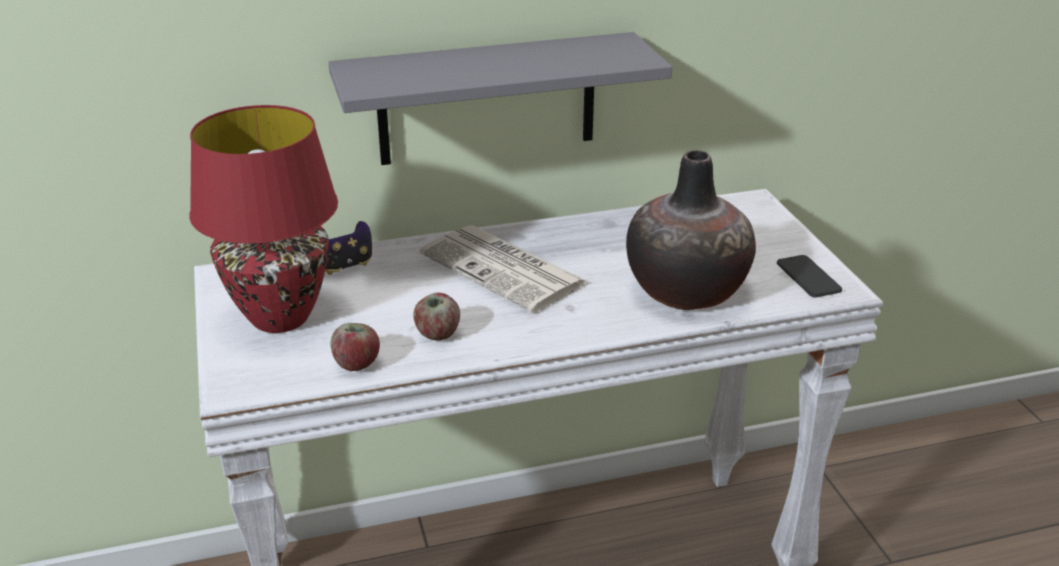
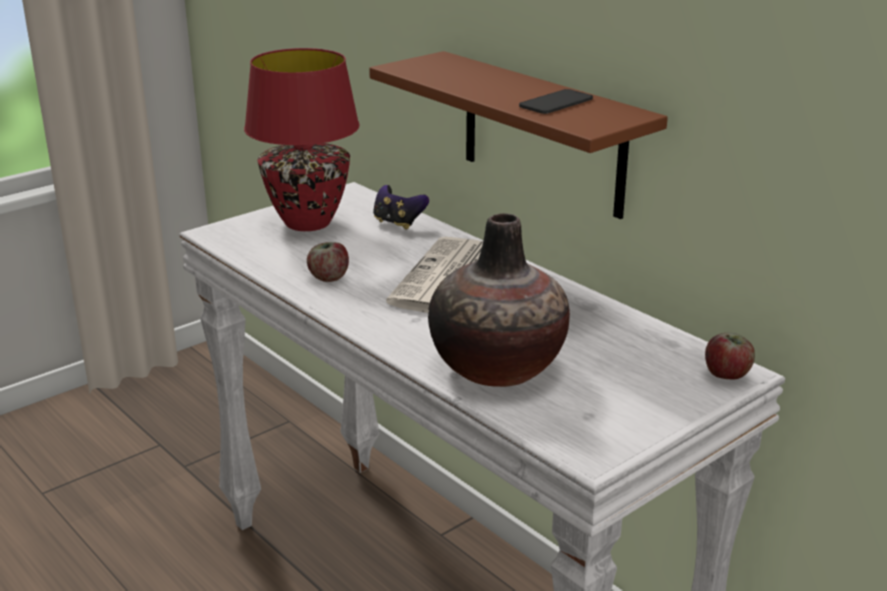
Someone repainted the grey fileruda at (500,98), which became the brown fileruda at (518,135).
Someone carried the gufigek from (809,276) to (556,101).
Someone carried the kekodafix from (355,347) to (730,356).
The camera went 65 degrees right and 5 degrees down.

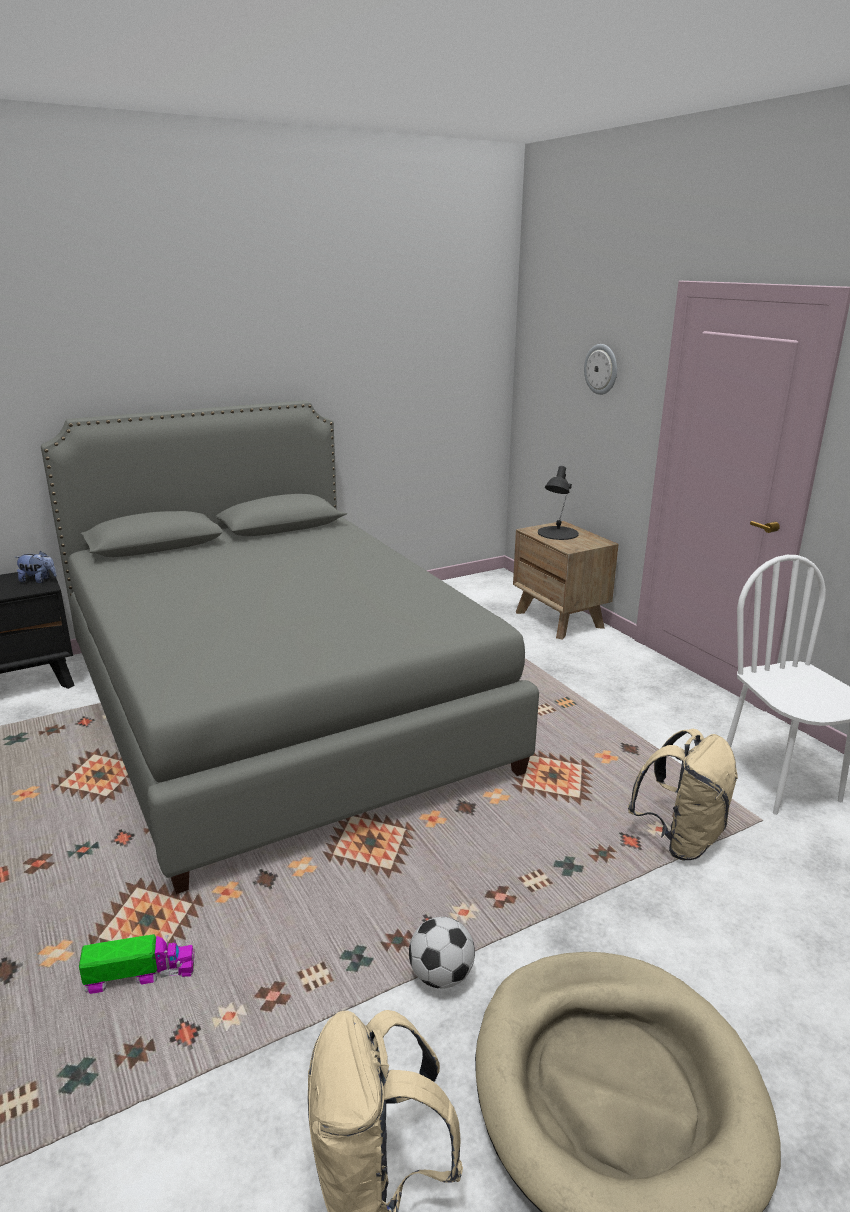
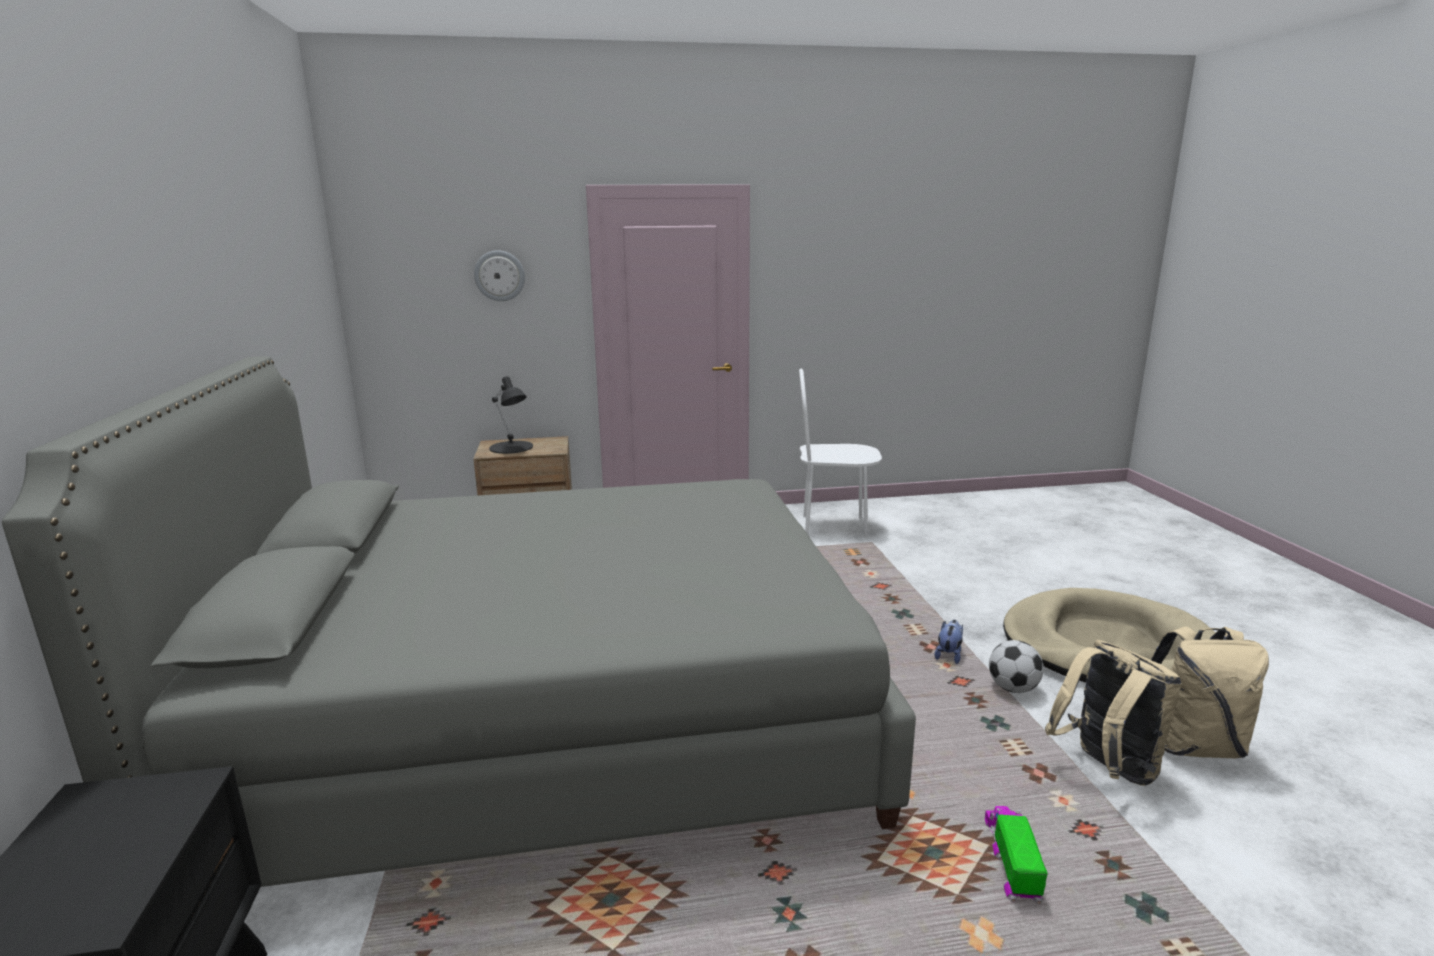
Someone carried the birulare from (36,567) to (949,642).
Someone carried the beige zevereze from (683,794) to (1113,713).
The camera went 70 degrees left and 5 degrees down.

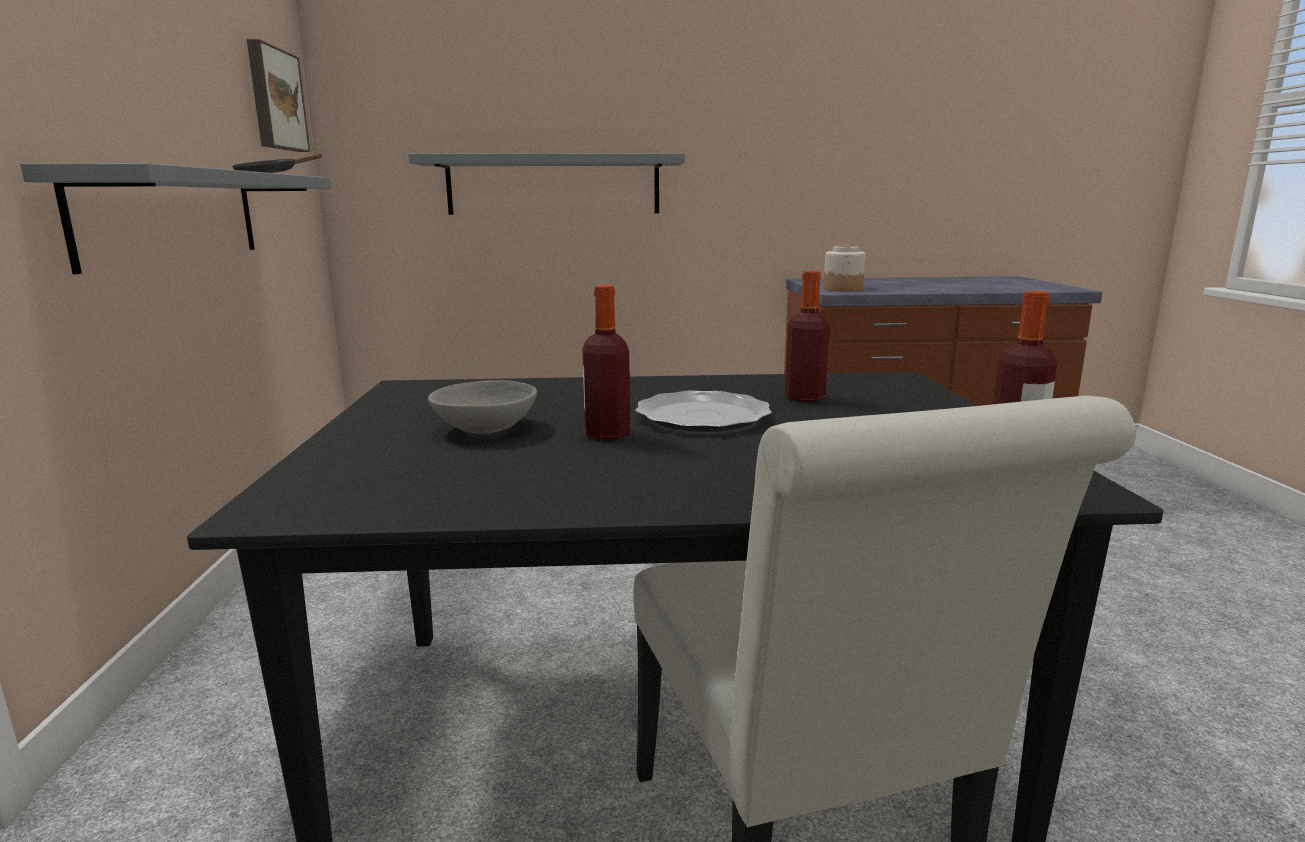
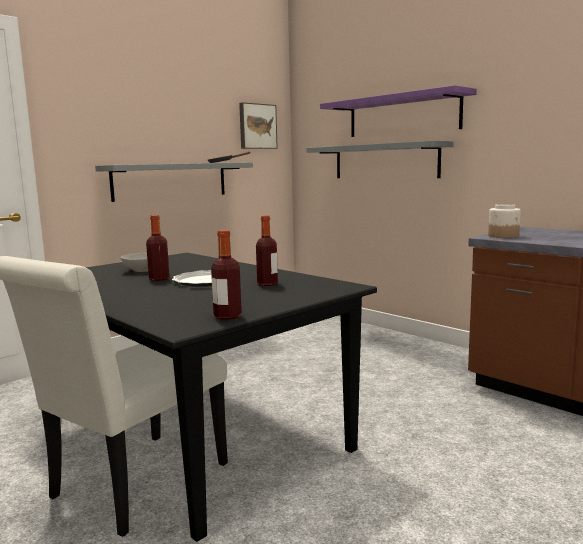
Someone put up the purple fileruda at (398,111).
The camera went 50 degrees right and 5 degrees down.

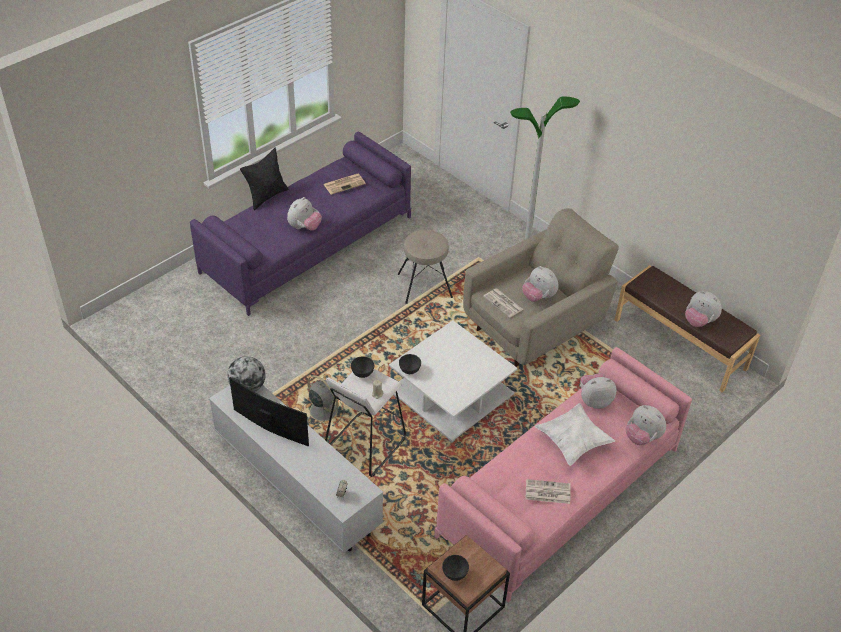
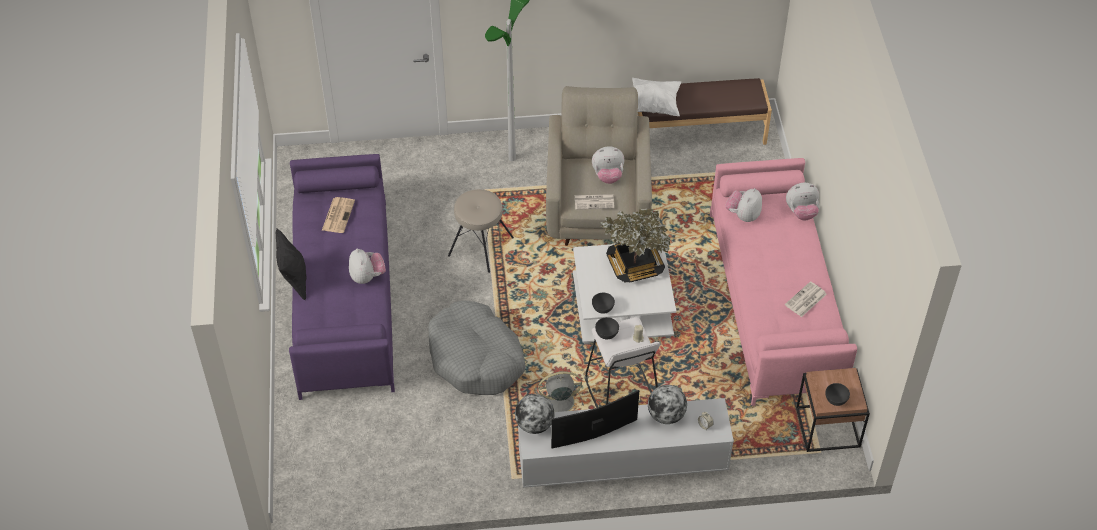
Someone put down the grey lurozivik at (477,347).
Someone put down the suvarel at (635,245).
Someone carried the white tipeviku from (575,434) to (656,97).
Someone put down the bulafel at (667,404).
Someone took away the birulare at (703,309).
The camera went 50 degrees left and 5 degrees up.

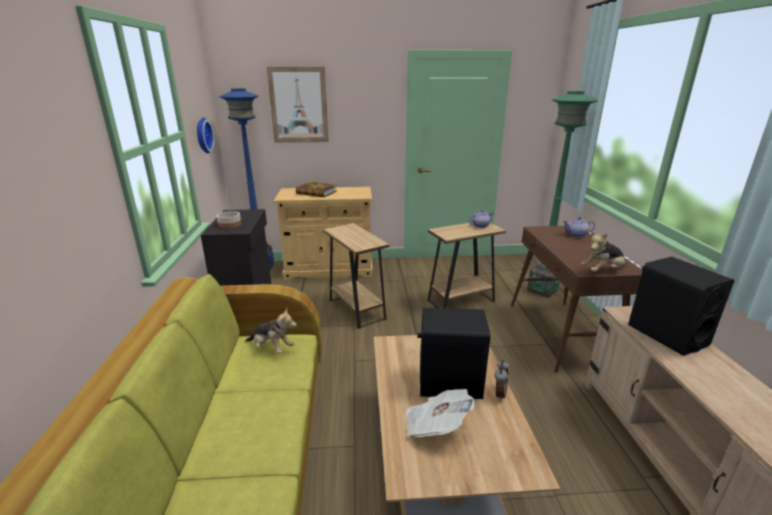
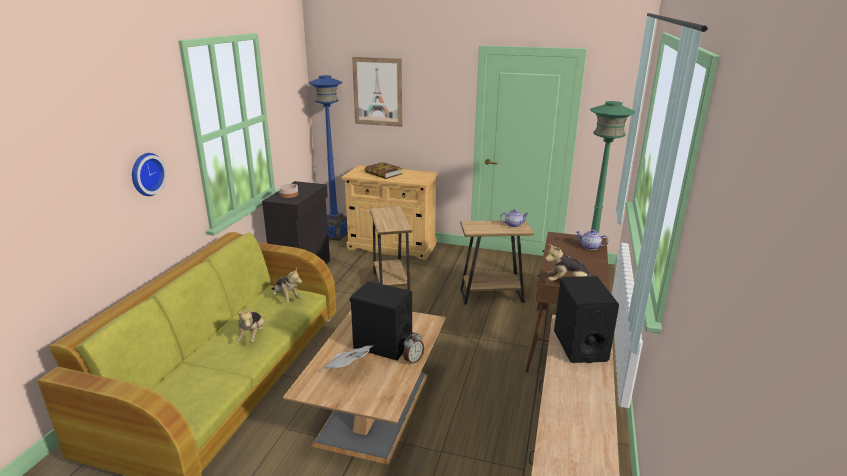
Someone carried the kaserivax from (205,135) to (149,174).
Someone put down the birulare at (250,325).
The camera went 20 degrees right and 0 degrees up.

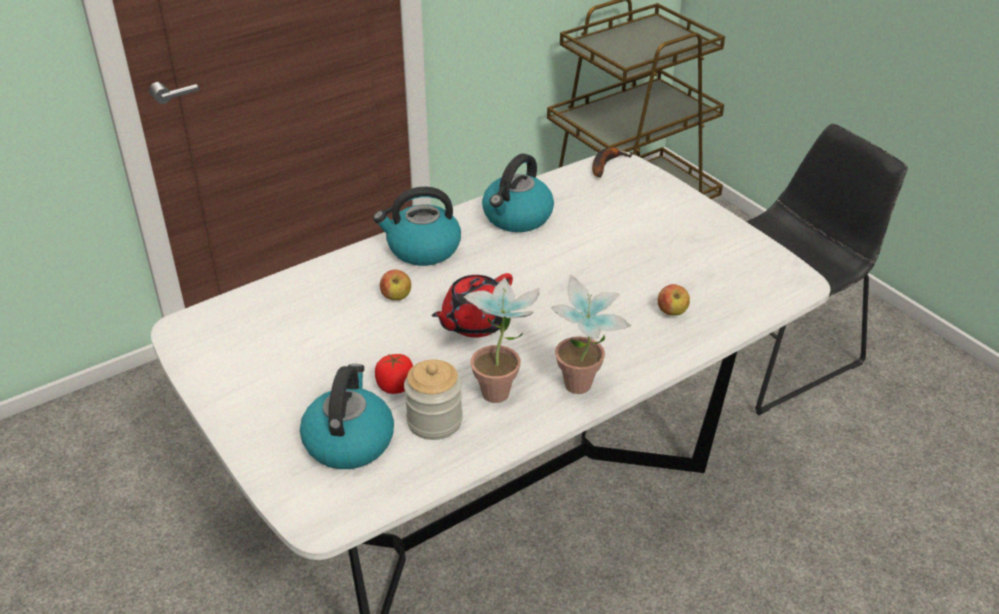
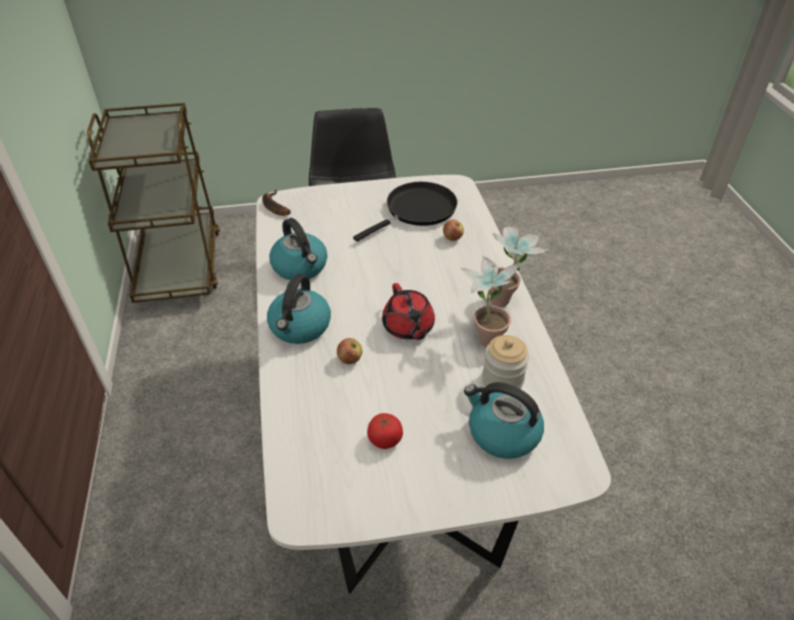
Someone put down the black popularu at (405,212).
Someone carried the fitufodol from (394,374) to (385,431).
The camera went 65 degrees left and 5 degrees up.

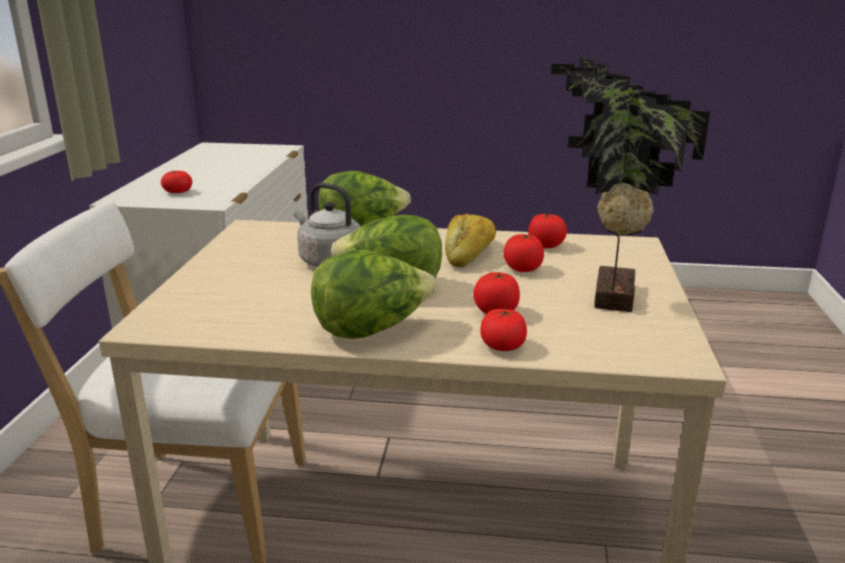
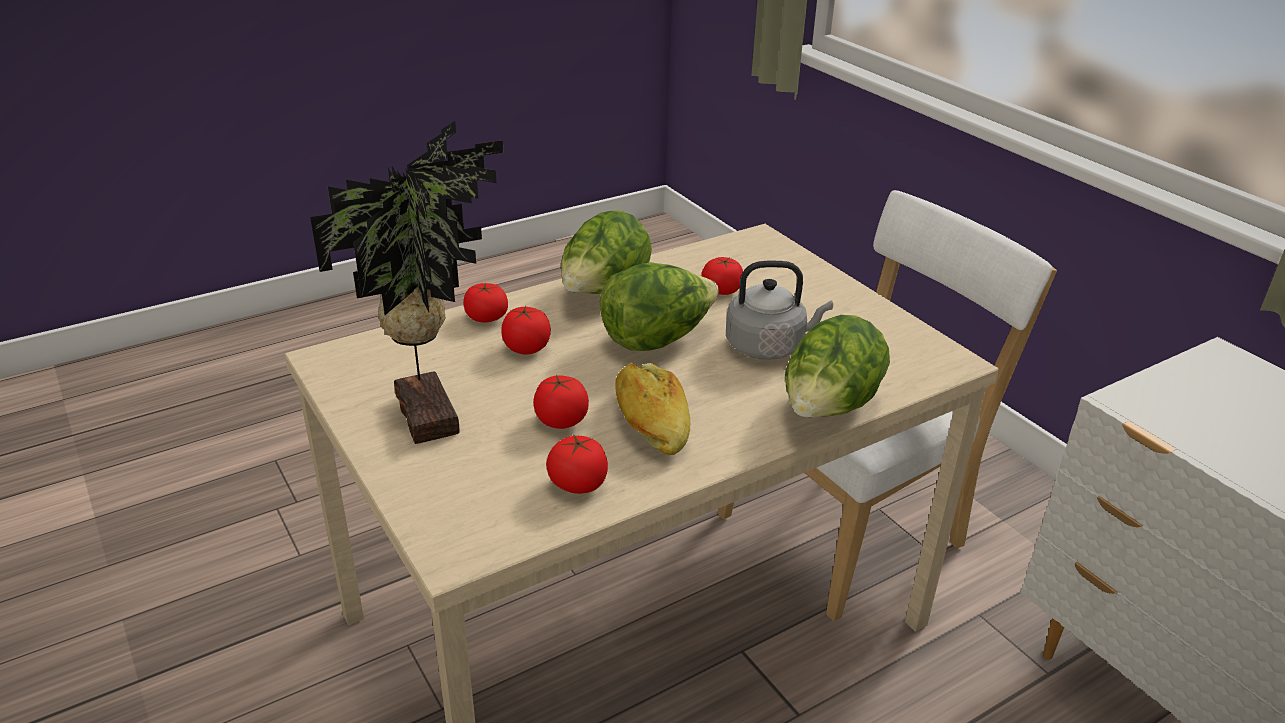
Someone carried the fitufodol from (176,181) to (722,276).
The camera went 140 degrees right and 10 degrees up.

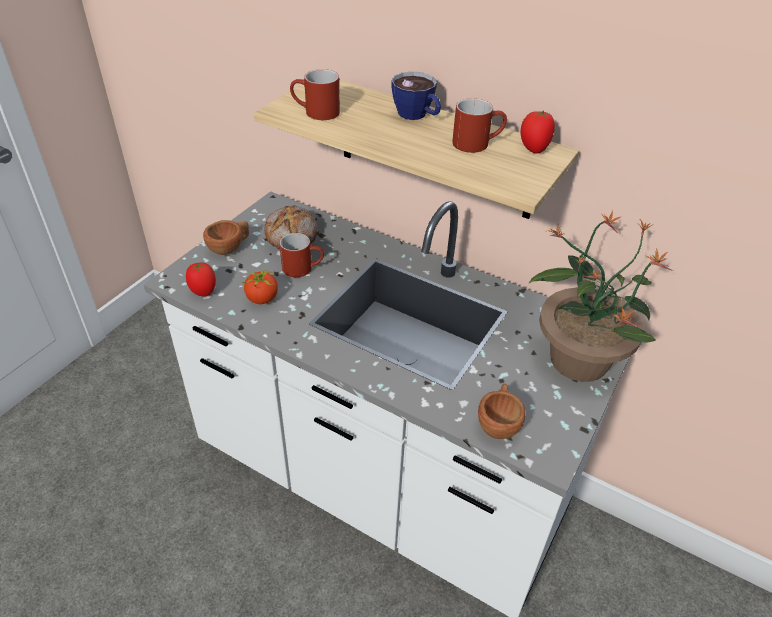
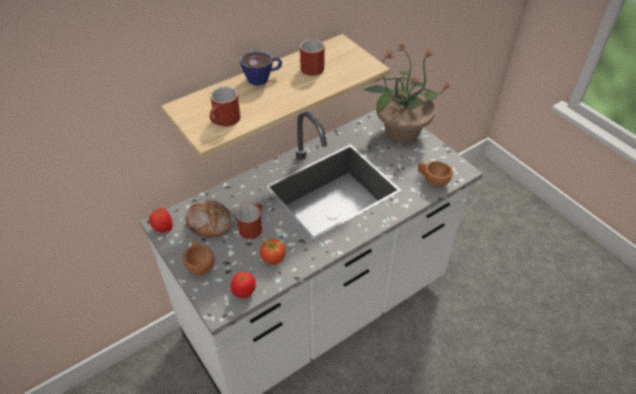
Someone carried the fitufodol from (538,132) to (160,220).
The camera went 65 degrees left and 5 degrees up.

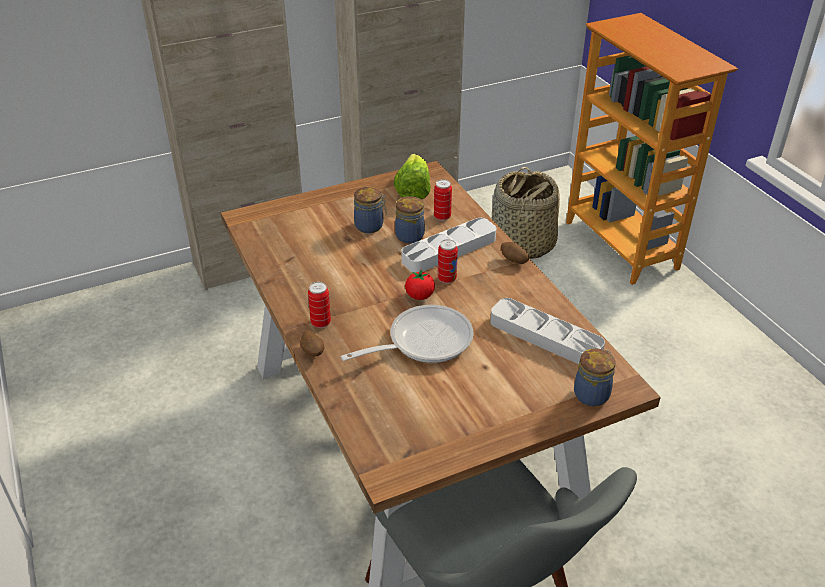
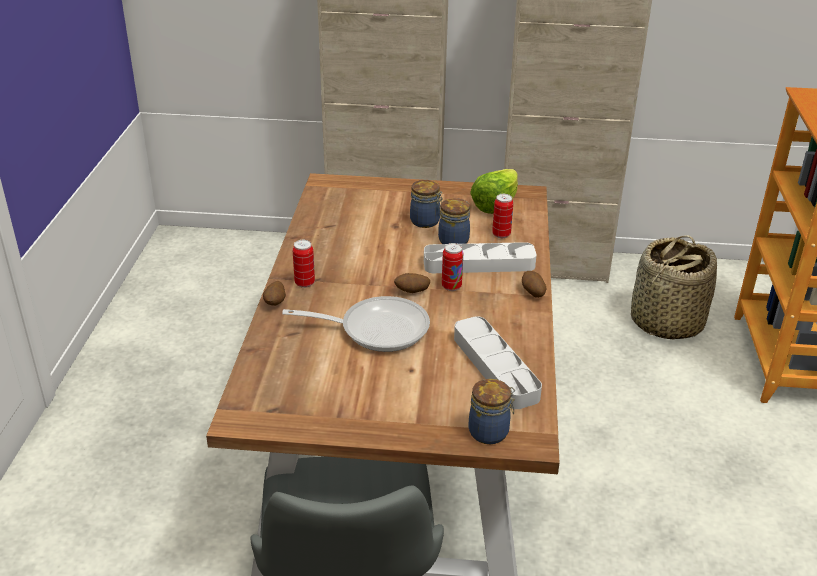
Someone swapped the fitufodol at (420,285) for the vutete at (412,283).
The camera went 30 degrees right and 5 degrees down.

